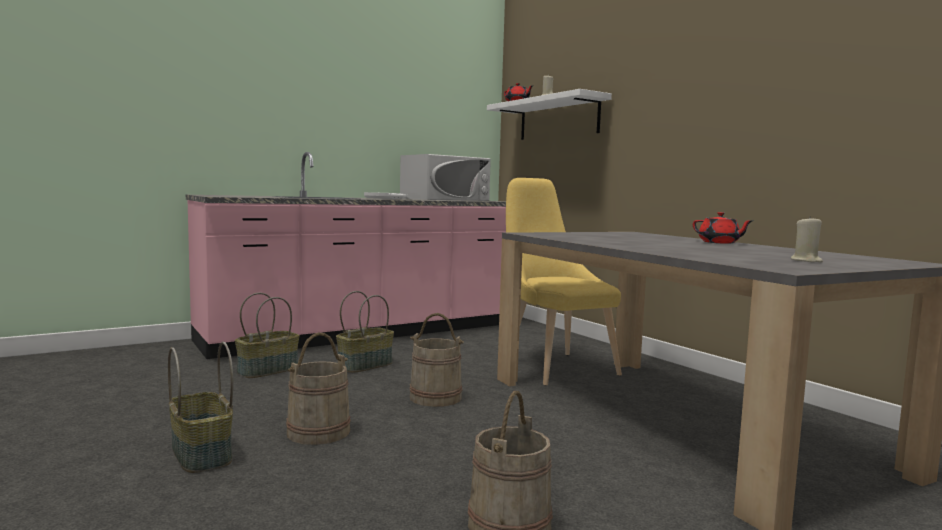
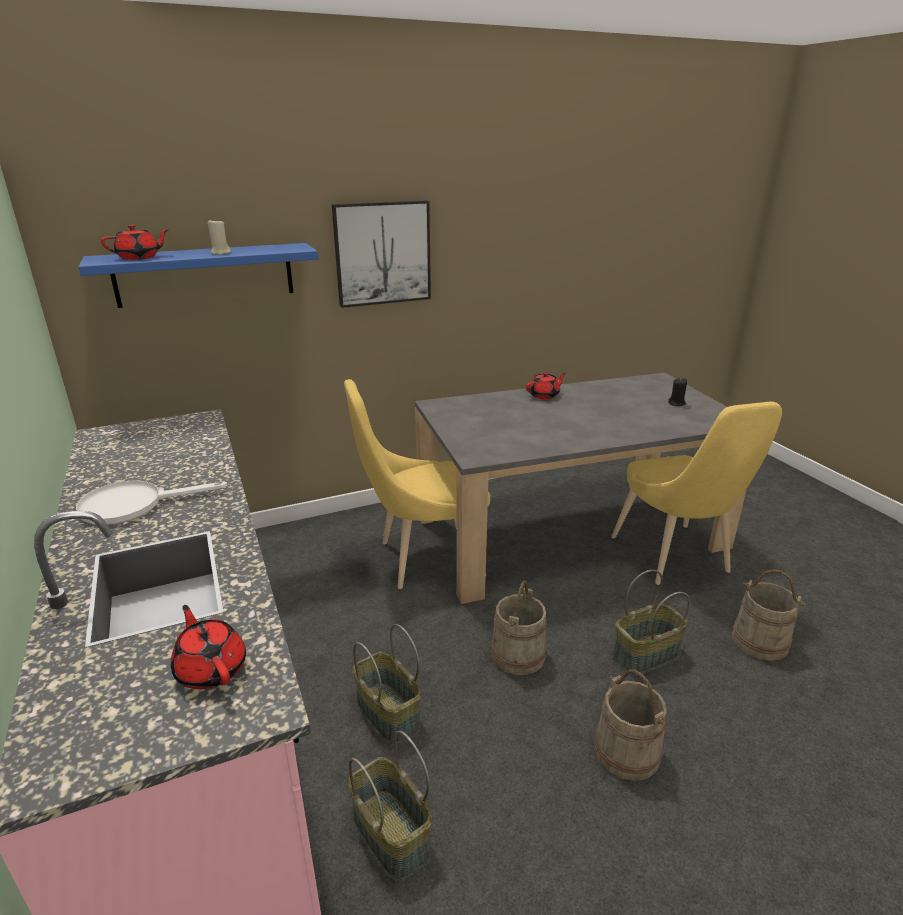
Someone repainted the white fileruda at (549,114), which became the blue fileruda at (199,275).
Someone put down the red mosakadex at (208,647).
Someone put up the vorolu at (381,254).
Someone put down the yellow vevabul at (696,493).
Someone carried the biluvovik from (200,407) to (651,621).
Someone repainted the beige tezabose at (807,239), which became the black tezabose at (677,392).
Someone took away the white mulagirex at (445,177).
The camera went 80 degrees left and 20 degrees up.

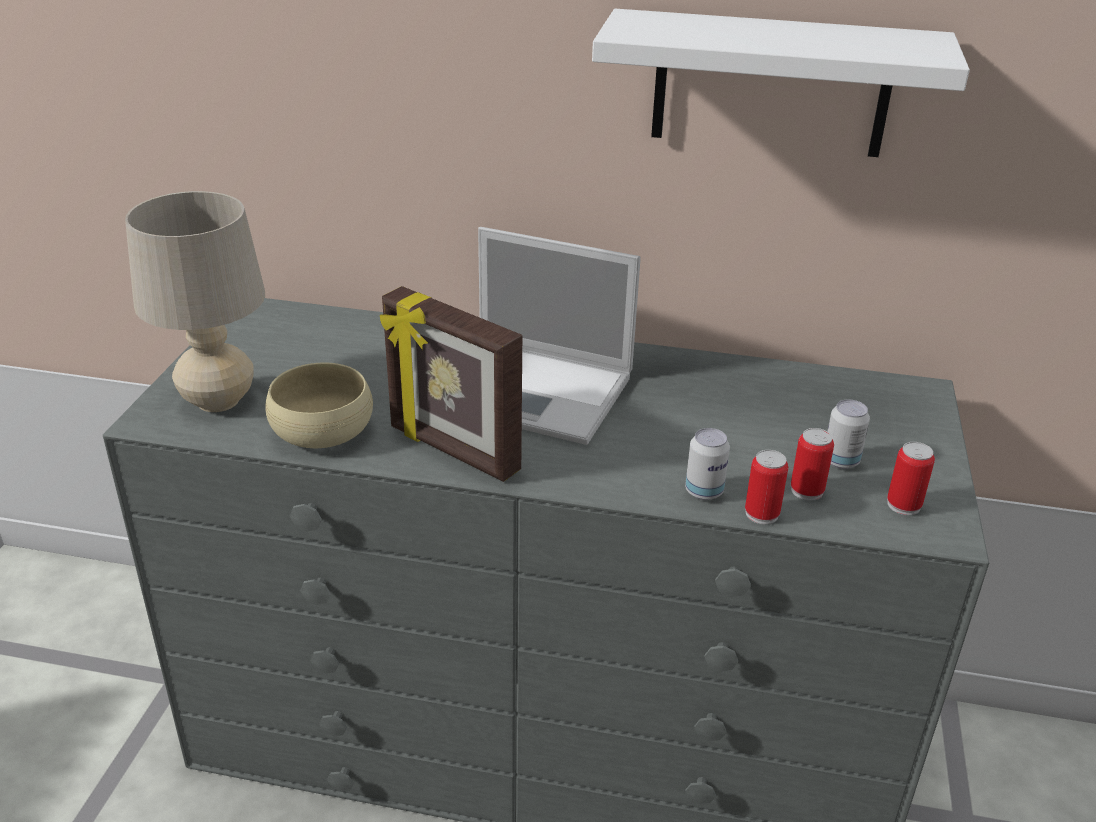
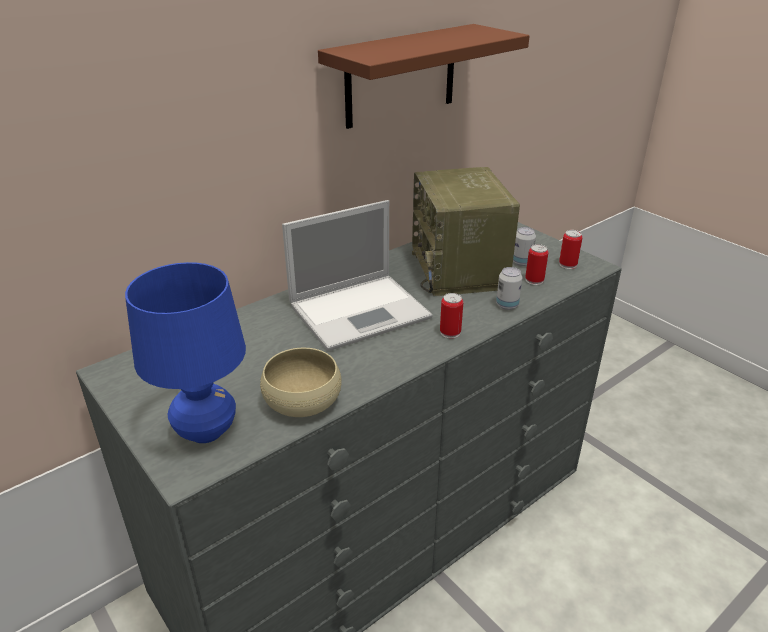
Someone repainted the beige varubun at (195,301), which became the blue varubun at (185,352).
Someone repainted the white fileruda at (781,83), which became the brown fileruda at (424,76).
Someone put down the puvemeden at (466,232).
Someone carried the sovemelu from (766,487) to (451,316).
Someone took away the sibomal at (451,384).
The camera went 50 degrees left and 0 degrees up.

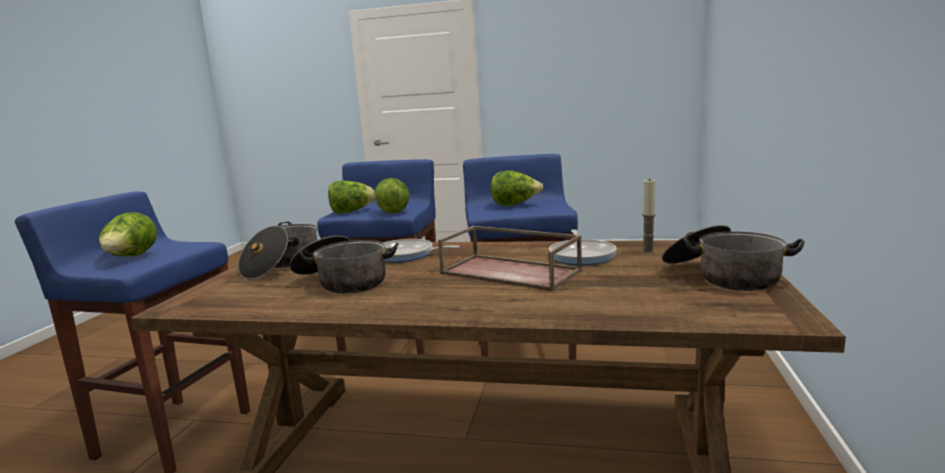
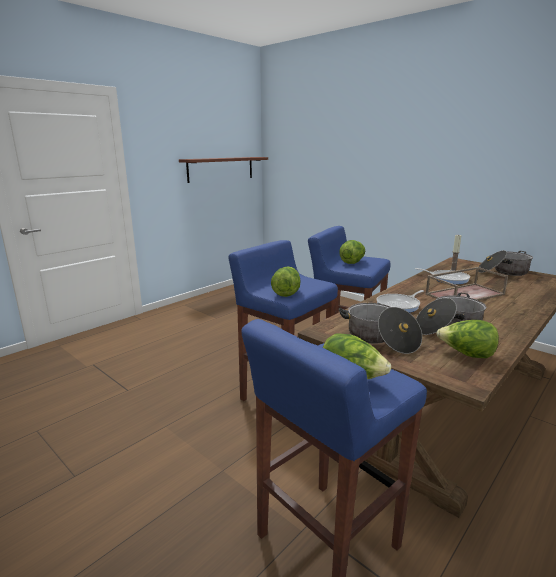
Someone put up the fileruda at (223,170).
Someone carried the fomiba from (392,195) to (467,339).
The camera went 60 degrees left and 5 degrees up.

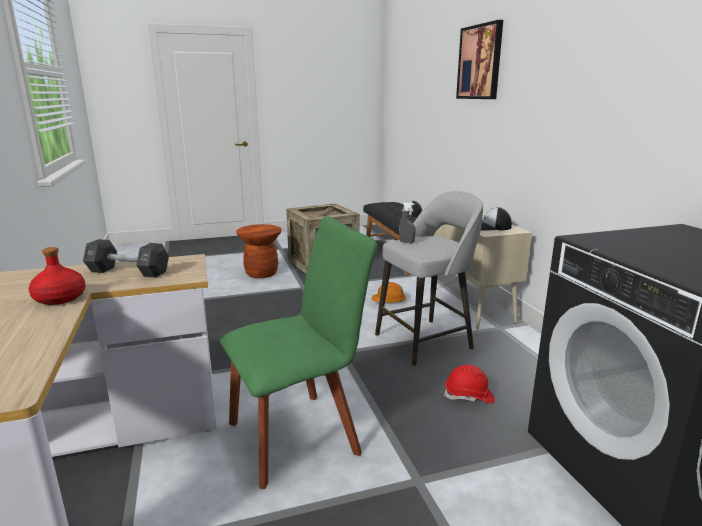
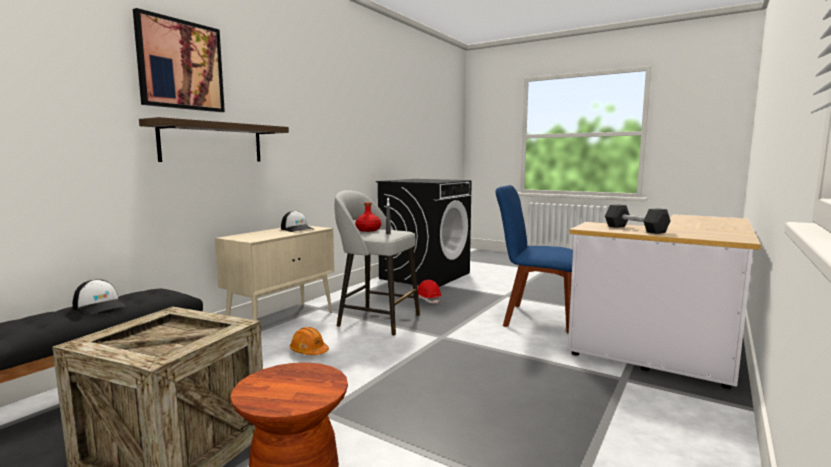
Someone put up the fileruda at (214,139).
Someone carried the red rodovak from (57,276) to (368,217).
Someone repainted the green vevabul at (298,352), which became the blue vevabul at (534,259).
The camera went 130 degrees left and 10 degrees down.

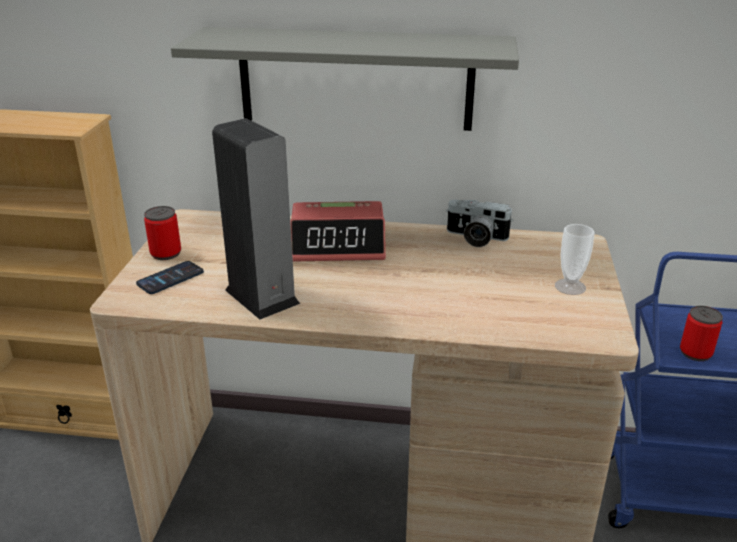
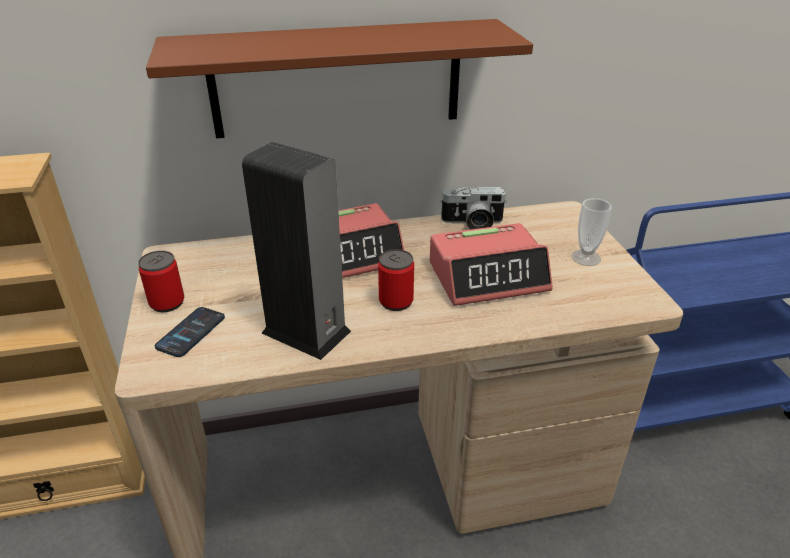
Someone repainted the grey fileruda at (345,79), which became the brown fileruda at (339,78).
Someone carried the sovemelu from (701,333) to (396,280).
Someone put down the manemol at (491,264).
The camera went 20 degrees left and 5 degrees up.

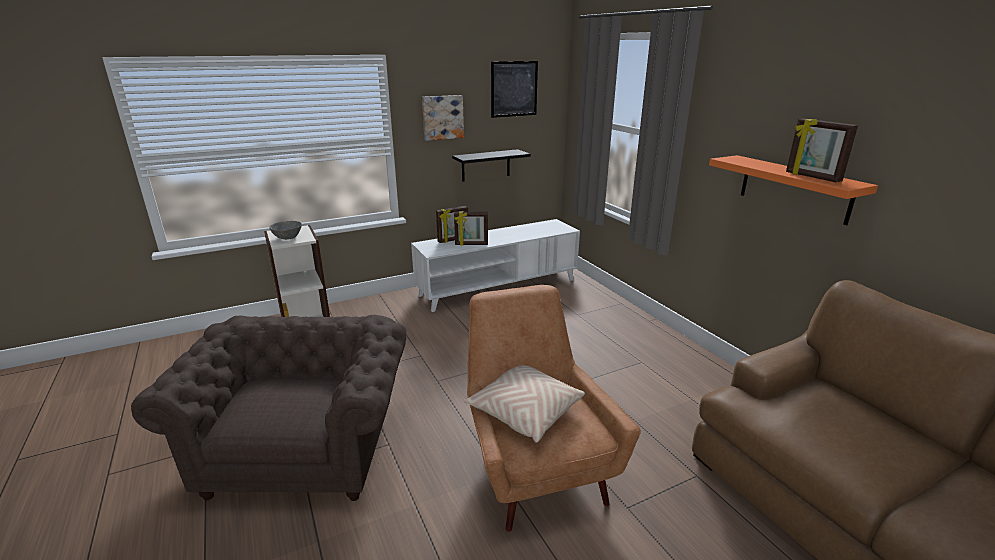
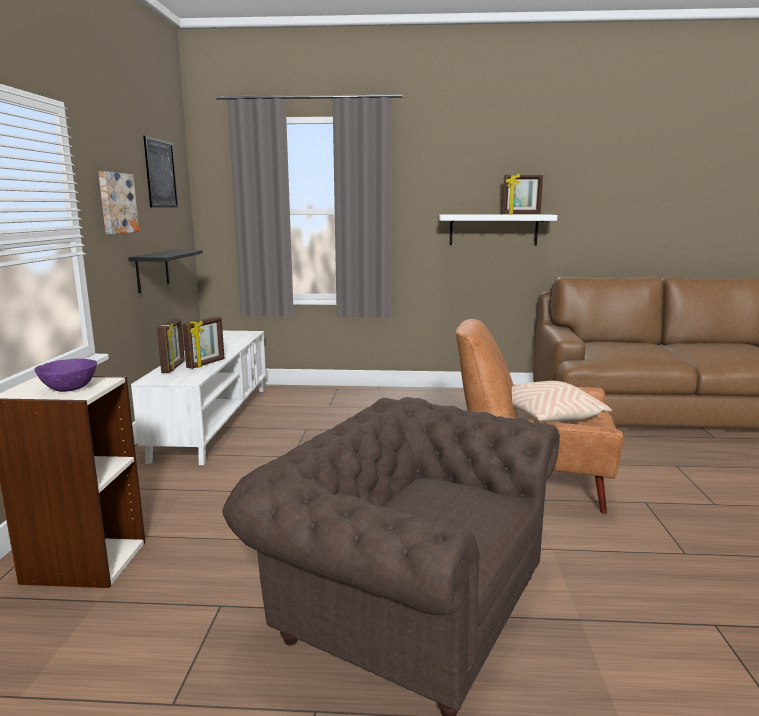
Someone repainted the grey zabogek at (285,230), which became the purple zabogek at (65,375).
Someone repainted the orange fileruda at (793,190), which became the white fileruda at (498,230).
The camera went 60 degrees left and 10 degrees down.

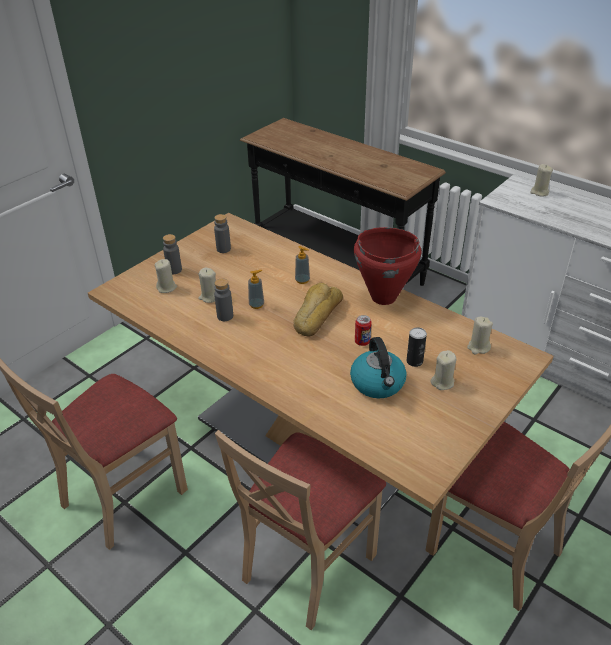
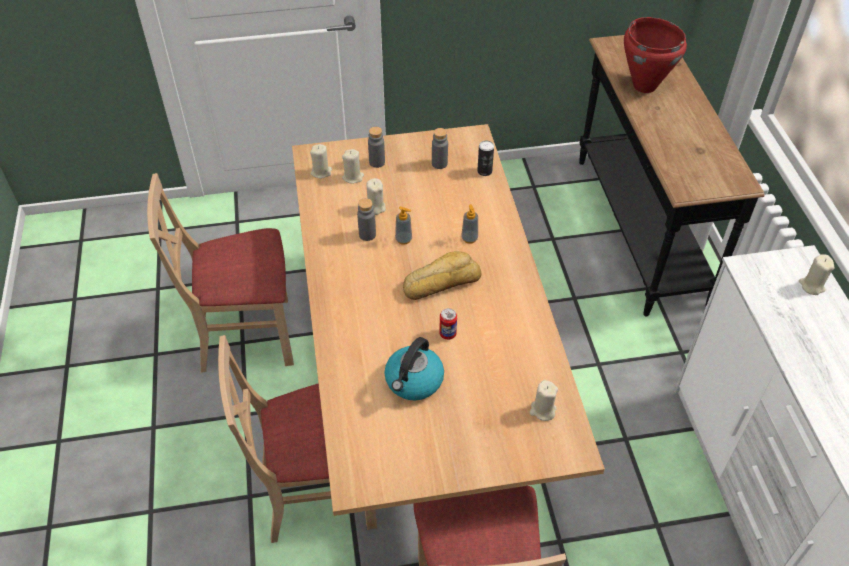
Someone carried the beige tezabose from (443,370) to (321,161).
Someone carried the sovemelu from (416,347) to (485,158).
Someone carried the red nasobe from (387,266) to (655,55).
The camera went 40 degrees right and 10 degrees up.

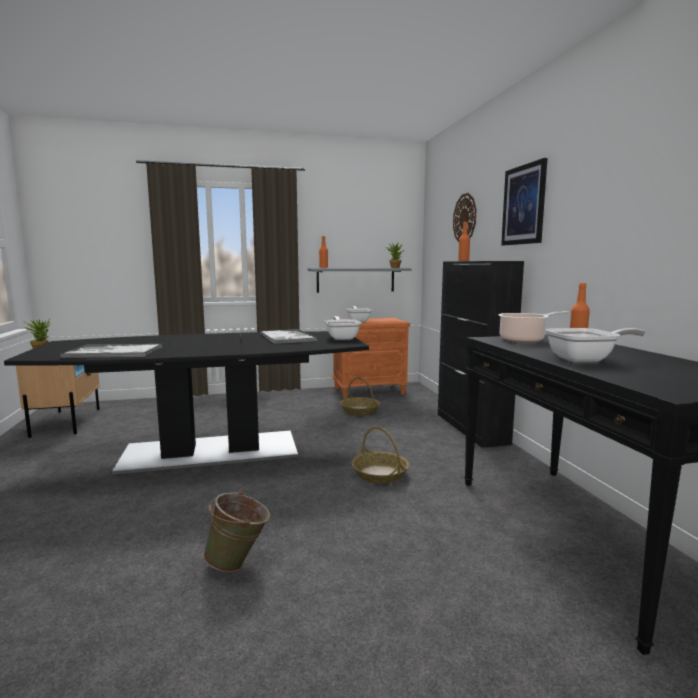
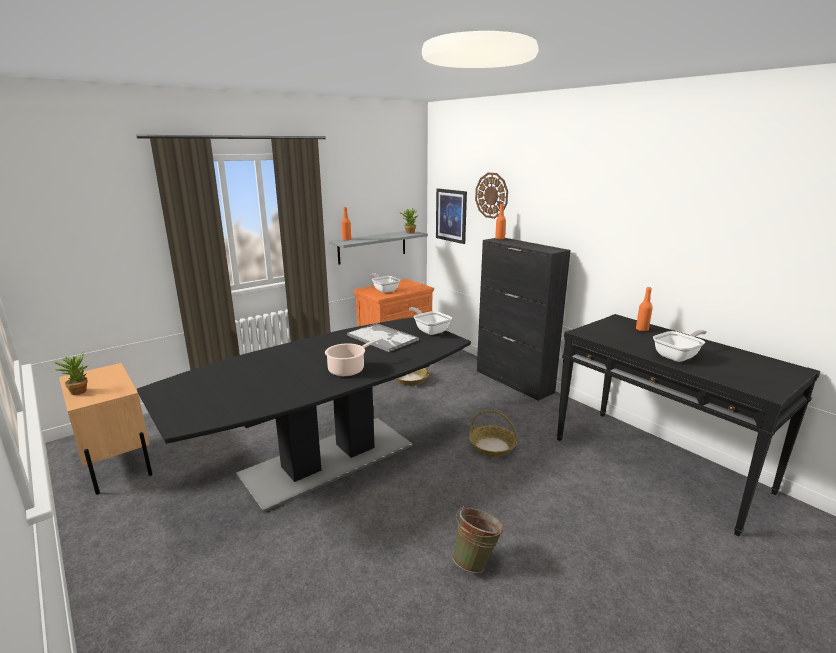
Someone carried the nasobe from (534,327) to (354,357).
Someone carried the vorolu from (524,201) to (451,216).
Someone took away the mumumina at (111,351).
The camera went 25 degrees left and 10 degrees up.

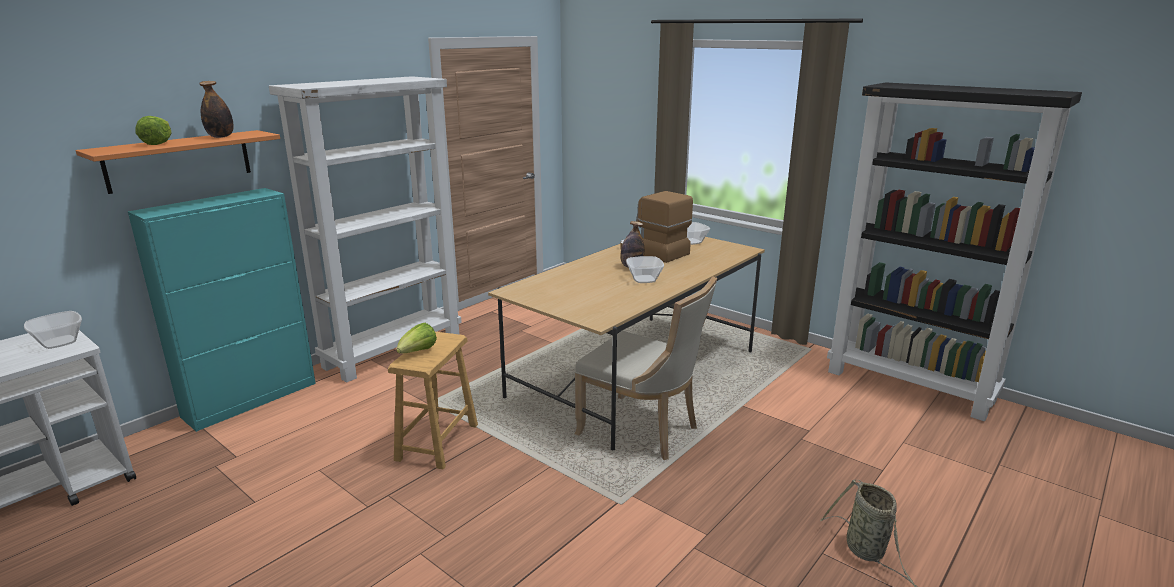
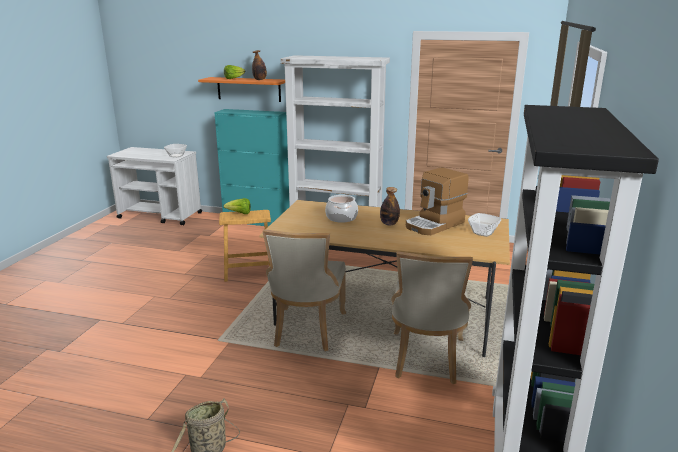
Someone put down the nasobe at (341,209).
Someone put down the beige vevabul at (432,317).
Someone rotated the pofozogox at (656,227) by 150 degrees counterclockwise.
Someone took away the zabogek at (645,269).
The camera went 65 degrees right and 0 degrees up.

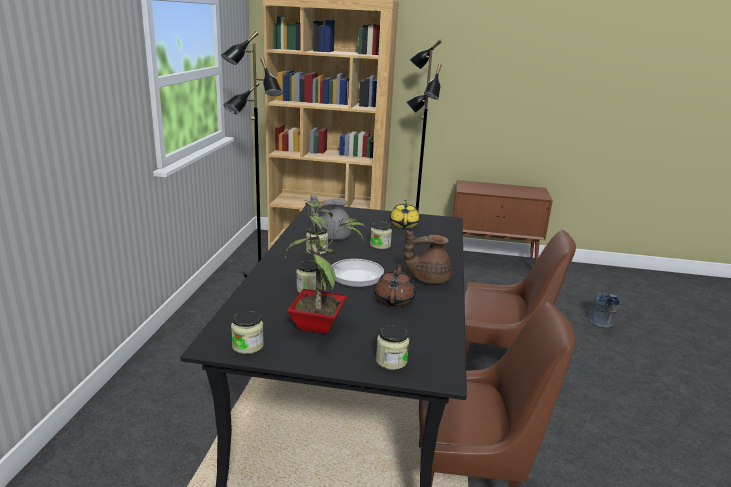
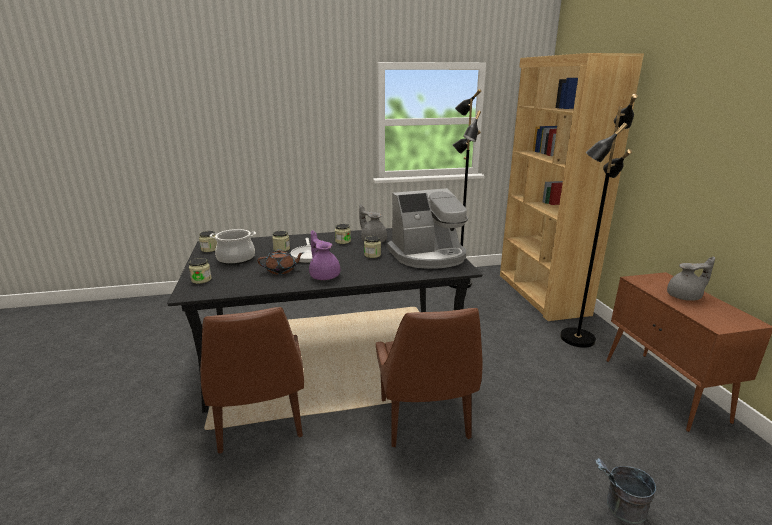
Someone swapped the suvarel at (326,267) for the nasobe at (233,247).
Someone repainted the brown mosakadex at (428,257), which became the purple mosakadex at (324,255).
Someone swapped the yellow mosakadex at (405,214) for the pofozogox at (427,228).
Someone put down the grey mosakadex at (691,278).
The camera went 70 degrees right and 0 degrees up.

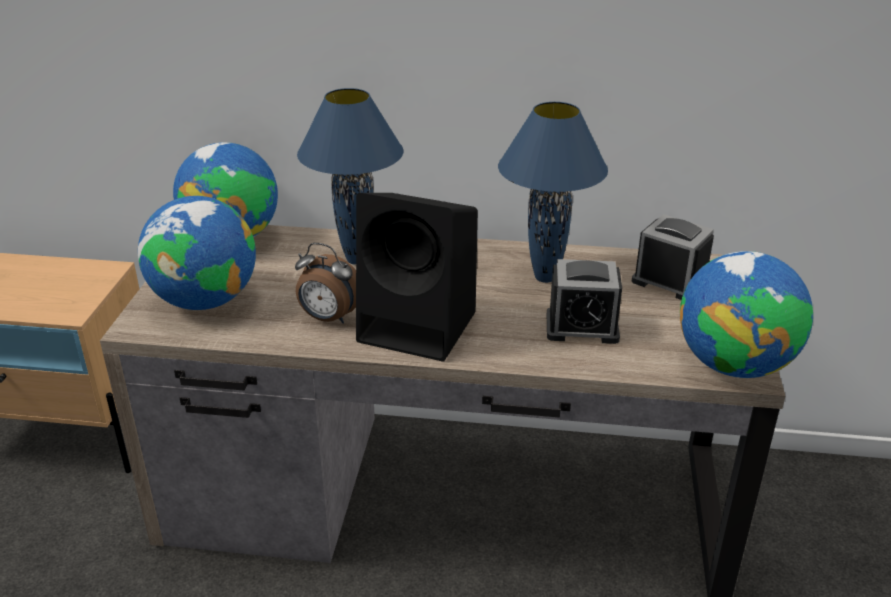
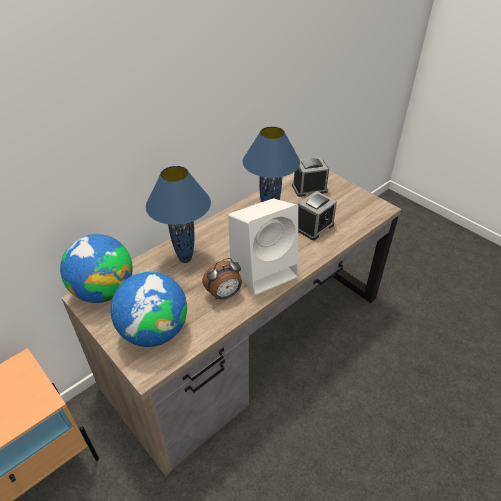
Someone repainted the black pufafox at (417,277), which became the white pufafox at (263,247).
Someone took away the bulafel at (746,314).
The camera went 50 degrees left and 10 degrees up.

